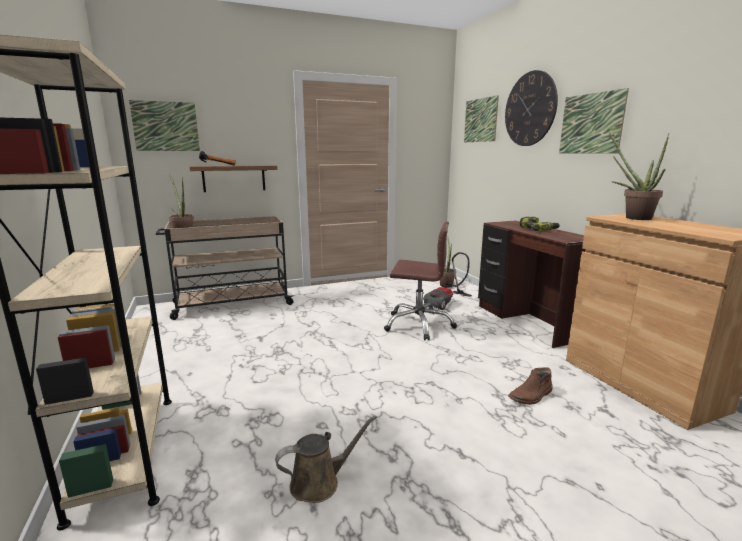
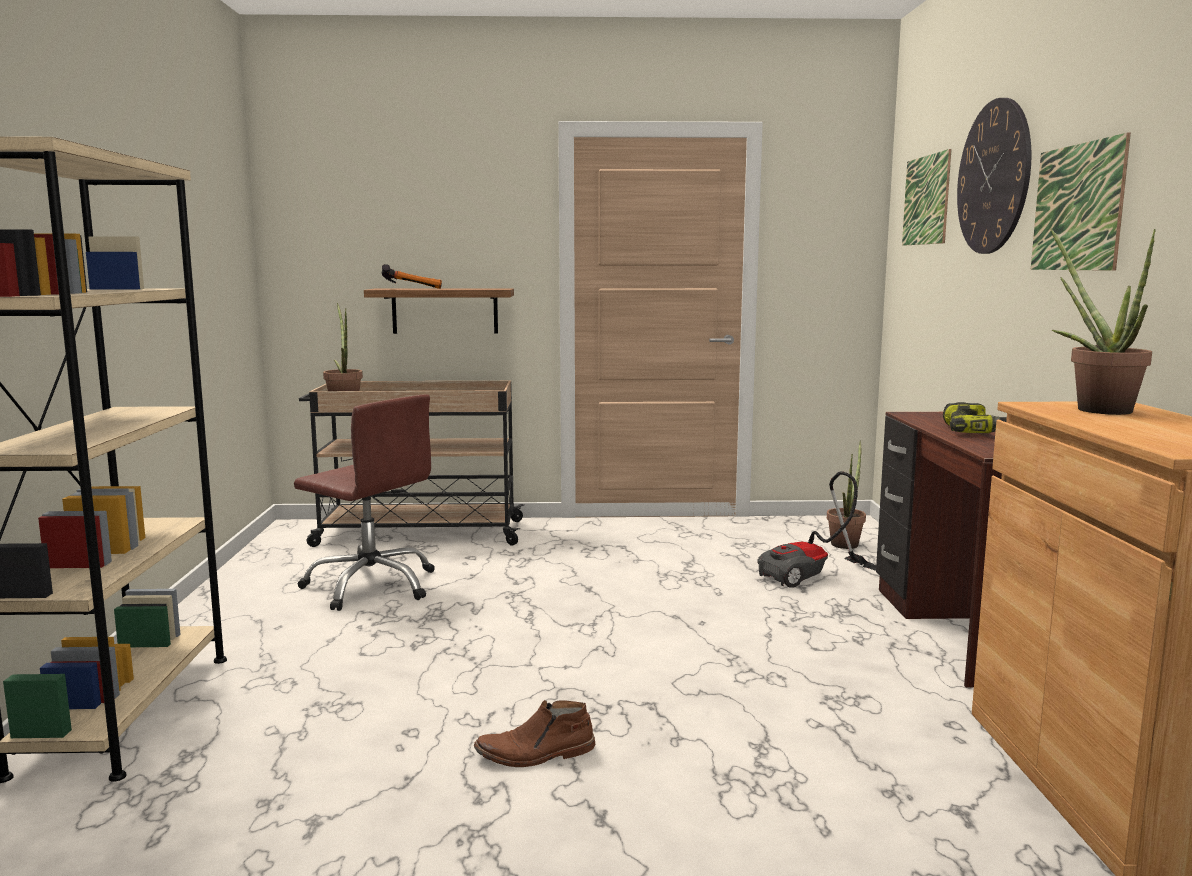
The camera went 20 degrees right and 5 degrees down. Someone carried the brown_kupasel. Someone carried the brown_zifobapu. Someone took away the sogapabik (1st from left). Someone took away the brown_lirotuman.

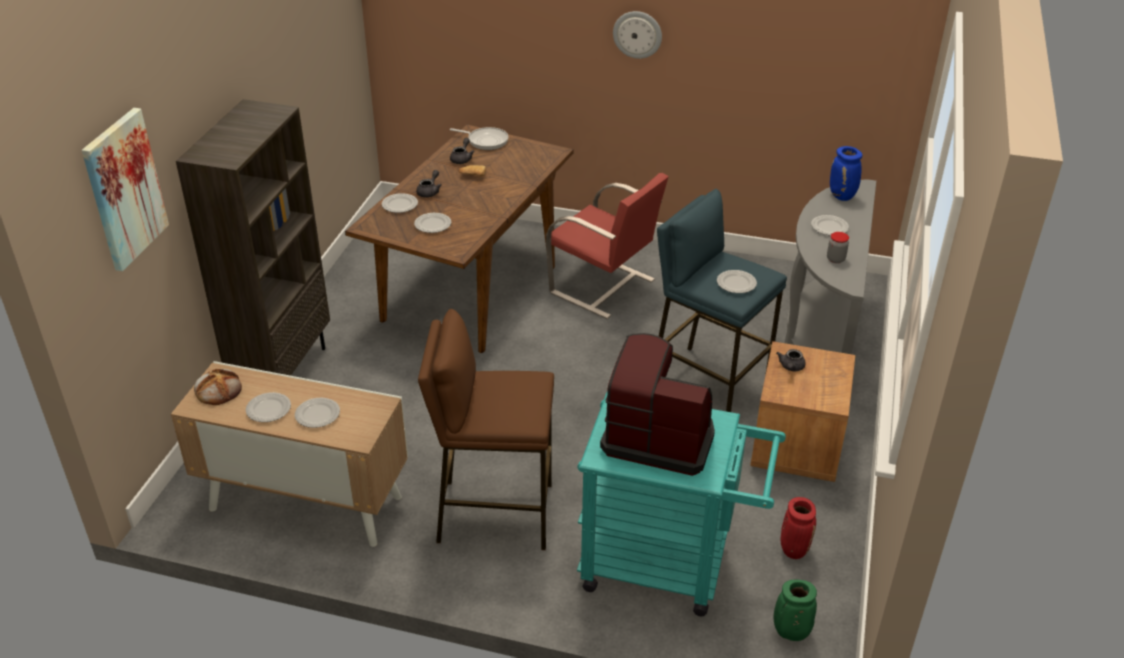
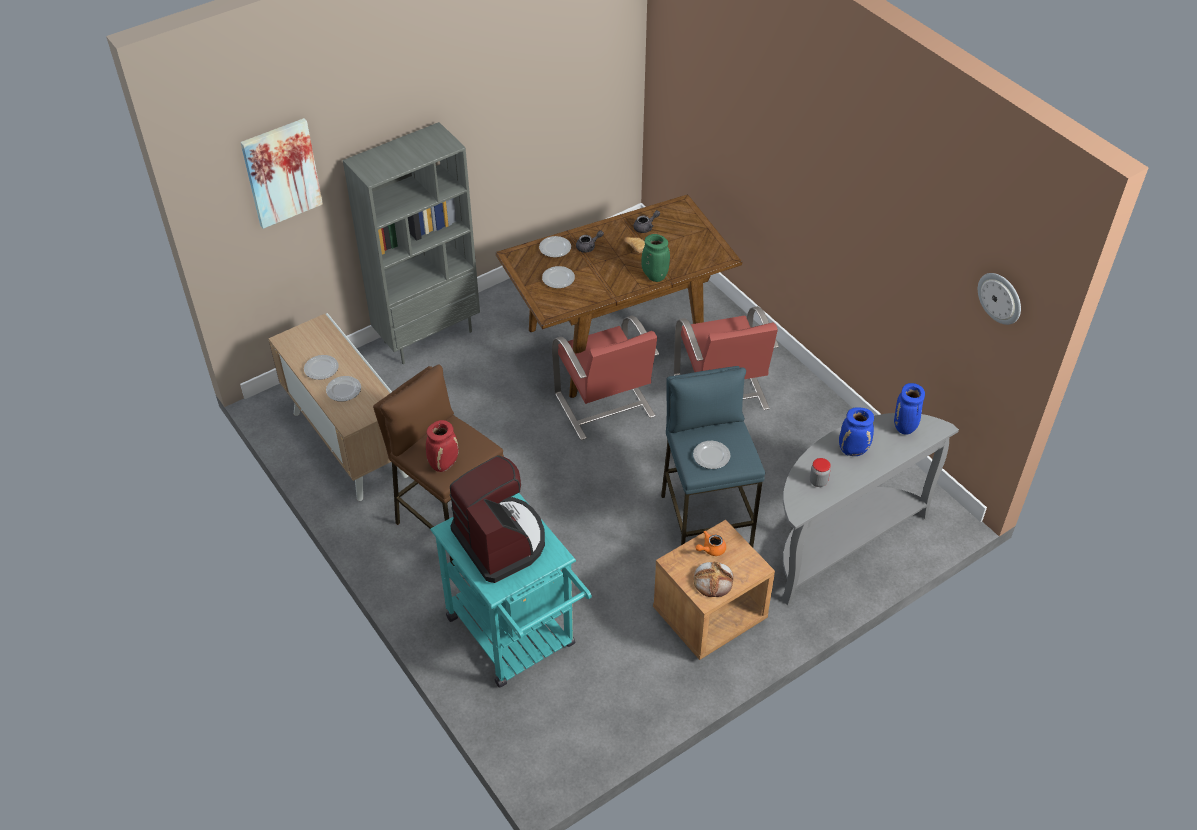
The camera went 40 degrees right and 10 degrees up. Someone repainted the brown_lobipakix, which became the grey_lobipakix. Someone carried the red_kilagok. Someone put down the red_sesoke (1st from left). Someone carried the green_kilagok. Someone carried the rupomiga (1st from left in the first image). Someone repainted the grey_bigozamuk (3rd from left), which became the orange_bigozamuk. Someone swapped the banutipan (6th from left) for the blue_kilagok (1st from left). Someone carried the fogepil. Someone took away the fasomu.

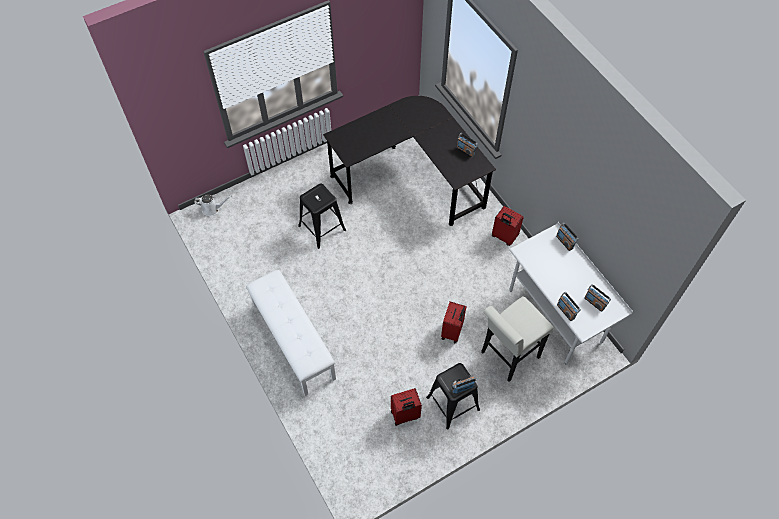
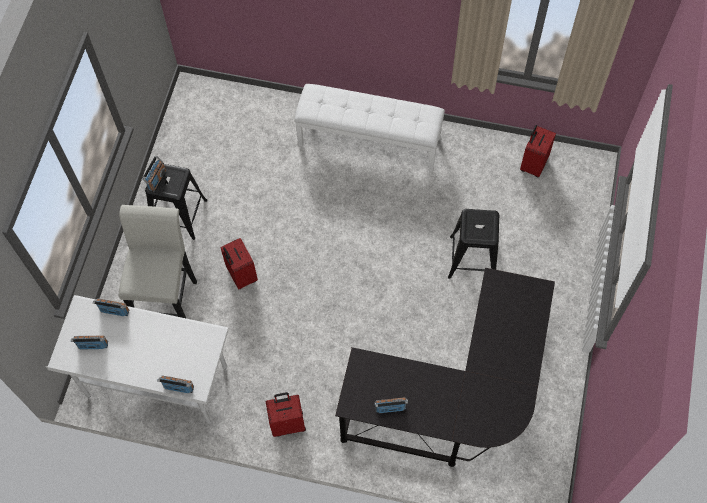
The camera went 135 degrees right and 5 degrees up. Someone carried the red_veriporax (1st from left in the first image). Someone took away the white_lirotuman.

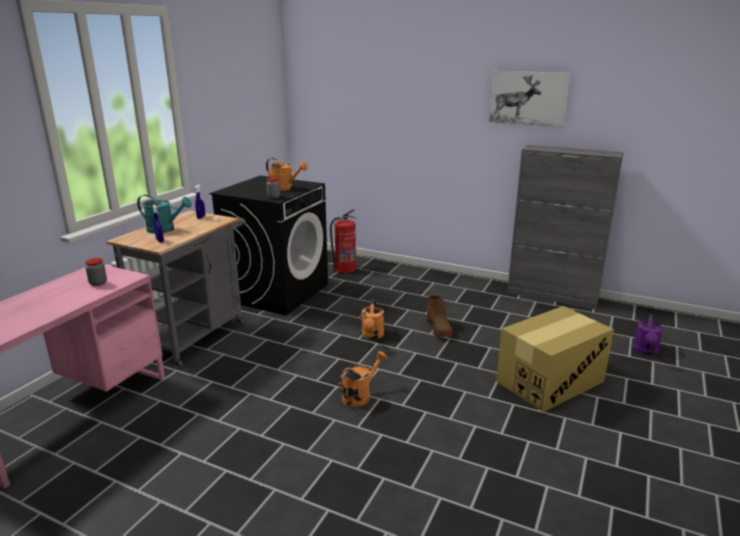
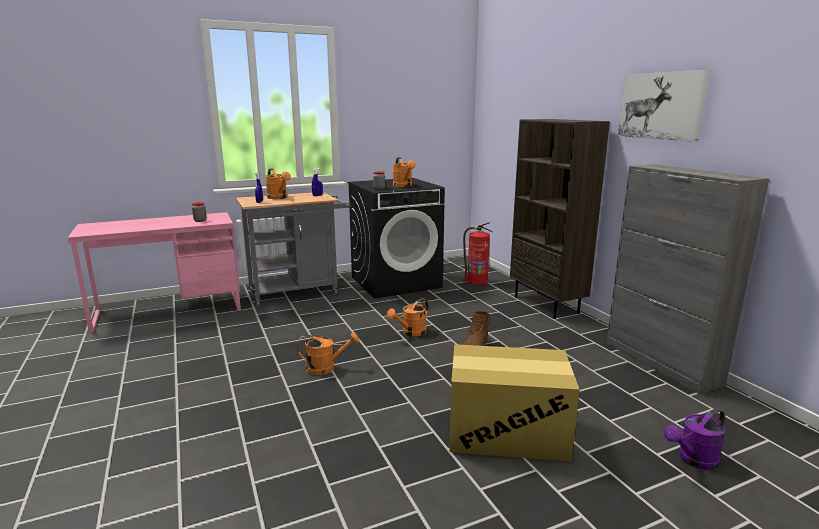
The camera went 40 degrees right and 5 degrees down. Someone repainted the turquoise_lirotuman, which became the orange_lirotuman (1st from left). Someone put down the brown_lobipakix.

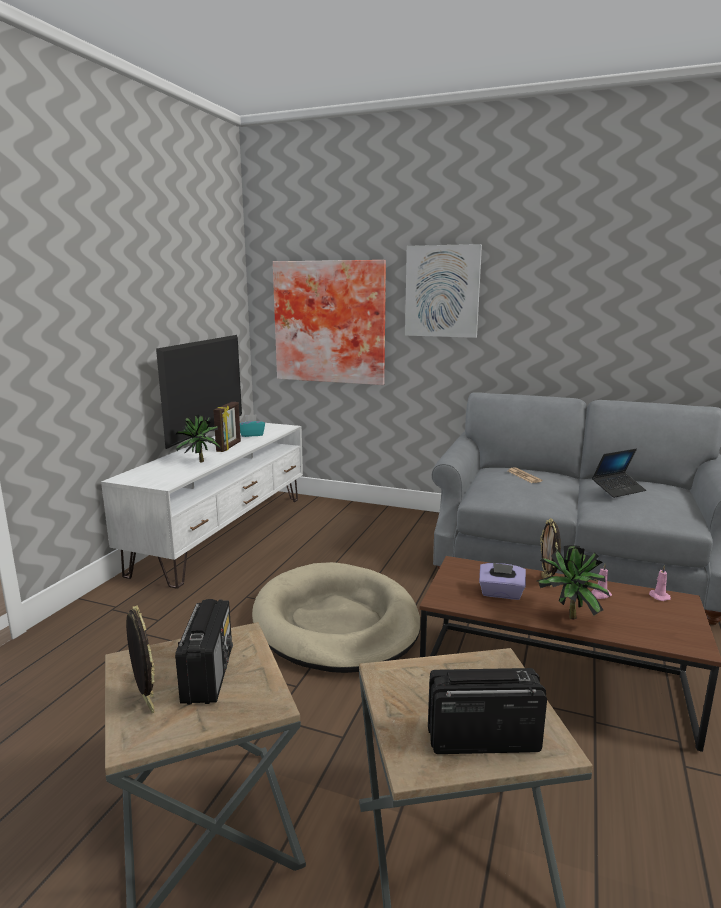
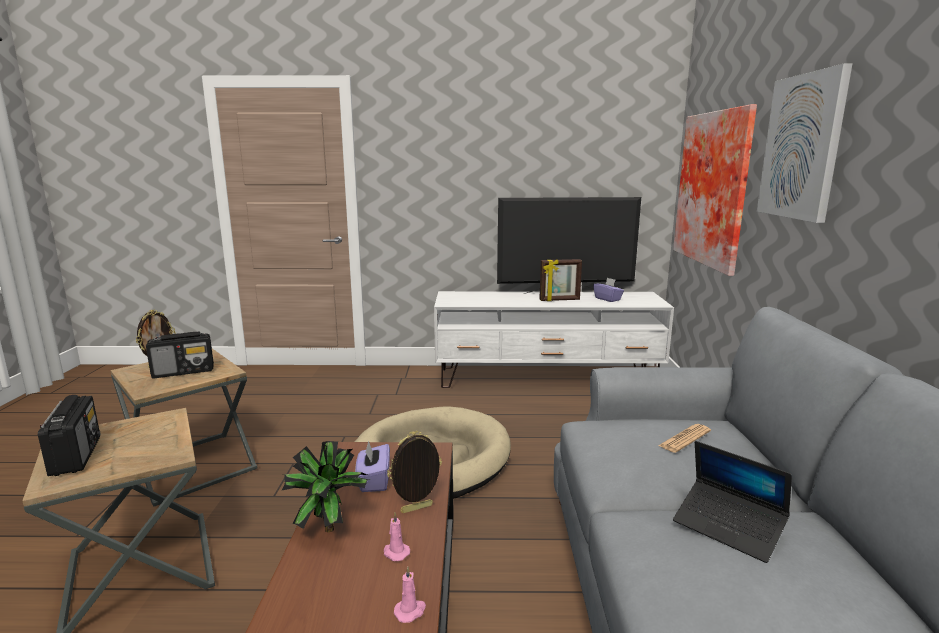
The camera went 70 degrees right and 0 degrees up. Someone repainted the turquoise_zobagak, which became the purple_zobagak (2nd from left). Someone took away the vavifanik (1st from left).

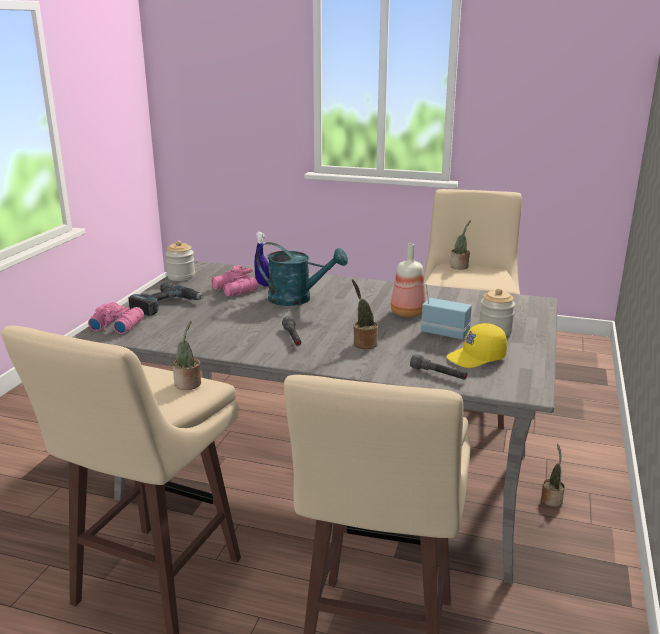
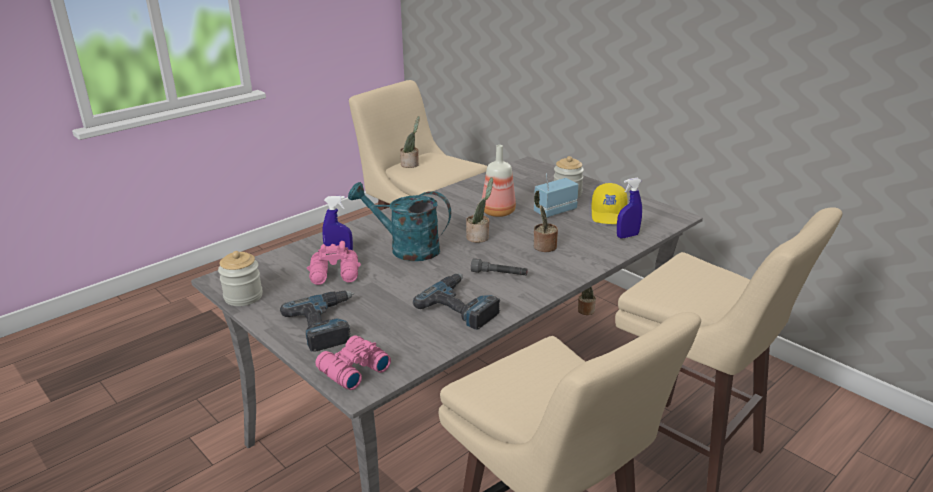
The camera went 60 degrees left and 5 degrees up. Someone rotated the turquoise_lirotuman by 120 degrees counterclockwise. Someone put down the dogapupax (2nd from left). Someone carried the vavifanik (1st from left in the first image). Someone swapped the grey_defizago (2nd from left) for the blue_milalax (2nd from left).

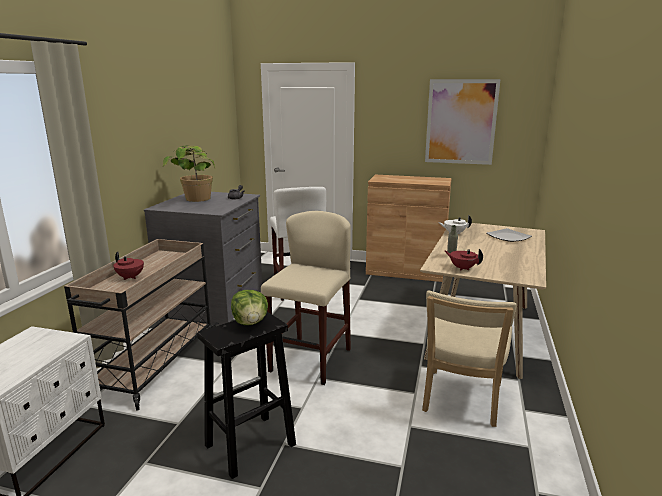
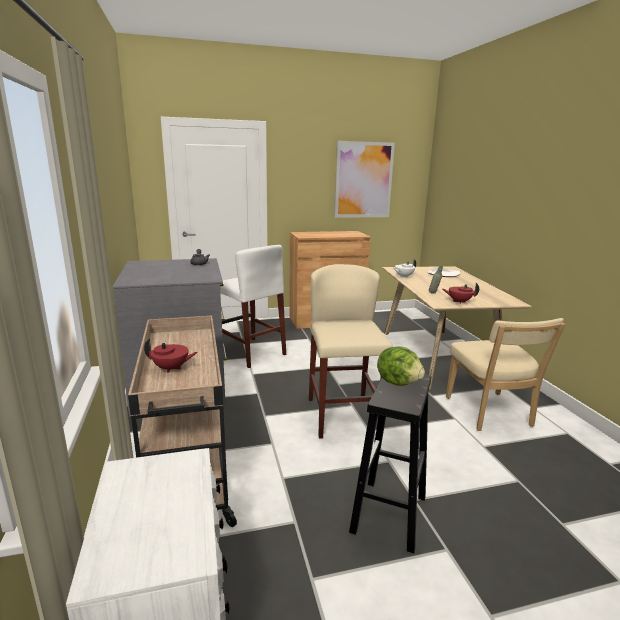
The camera went 30 degrees left and 0 degrees up. Someone took away the vavifanik.

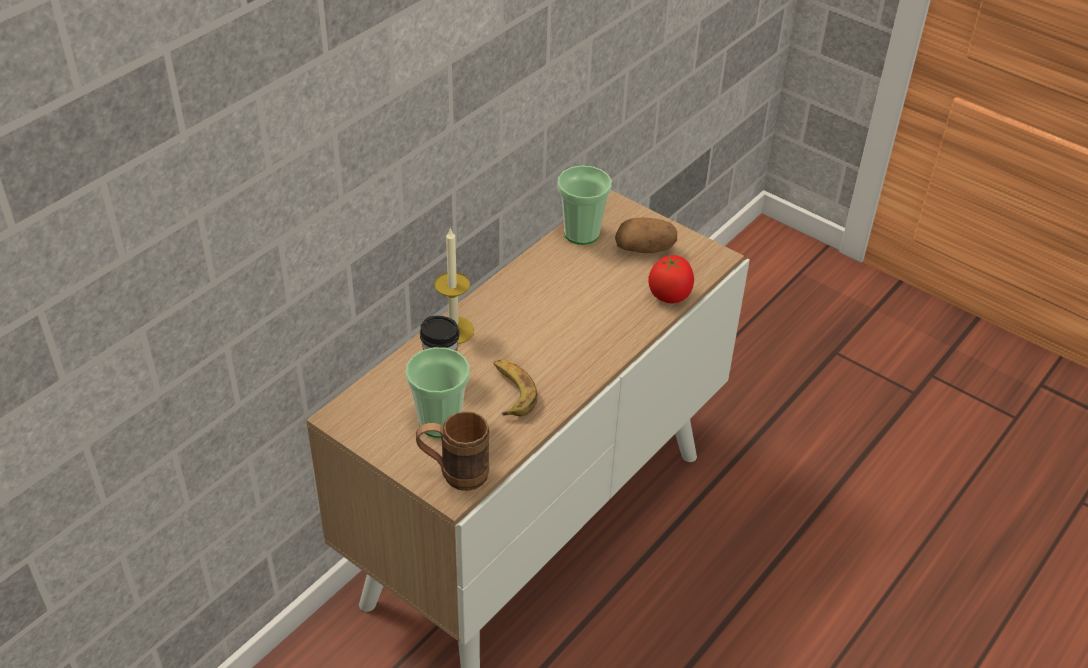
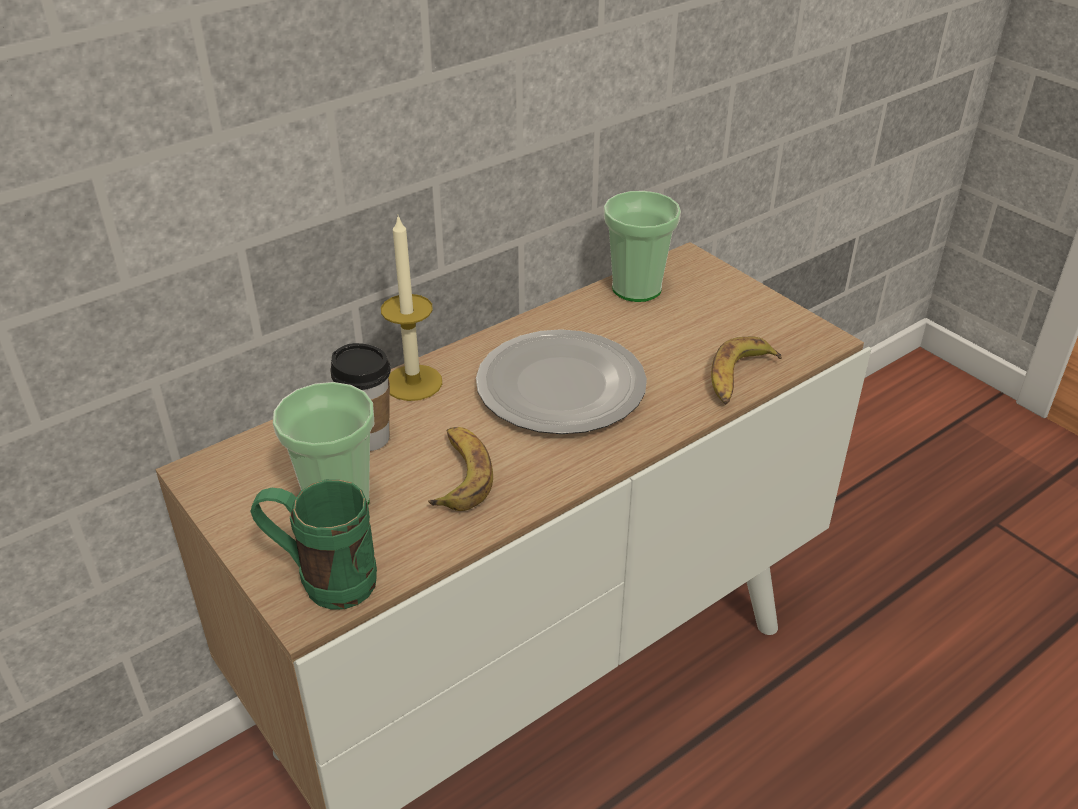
The camera went 15 degrees right and 5 degrees down. Someone repainted the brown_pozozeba, which became the green_pozozeba. Someone put down the banutipan. Someone swapped the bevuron for the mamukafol (2nd from left). Someone took away the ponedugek.

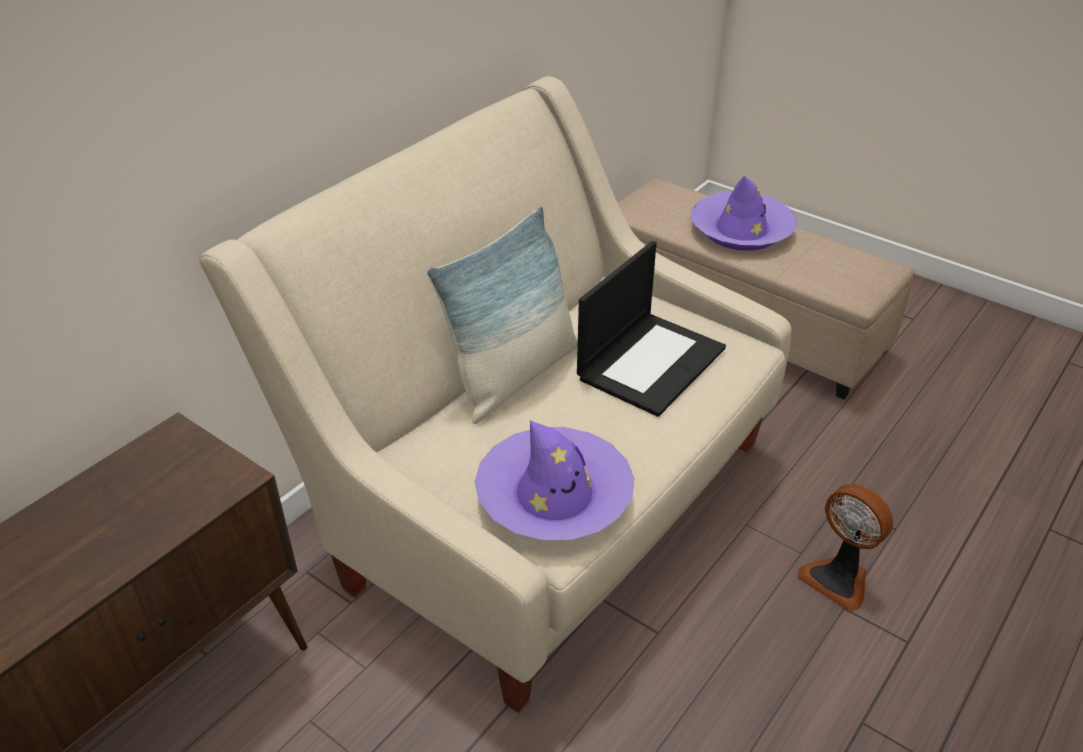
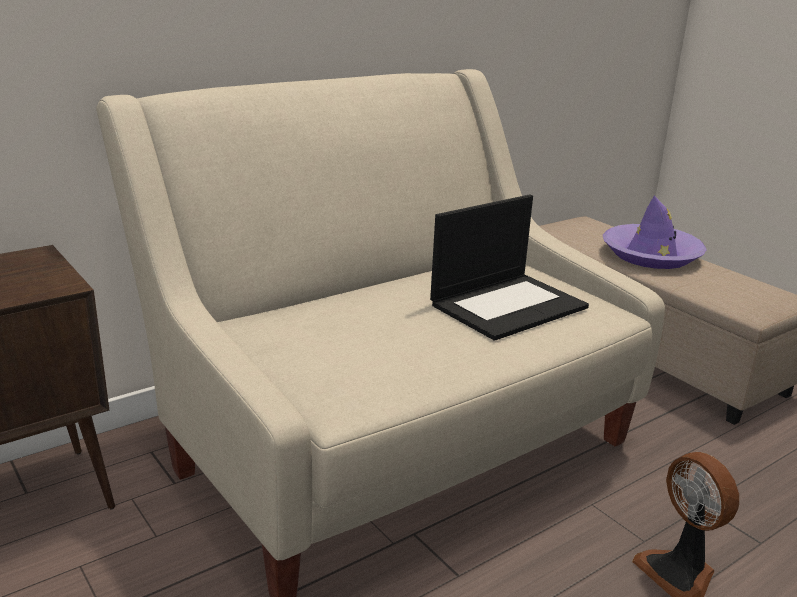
The camera went 15 degrees right and 15 degrees down. Someone took away the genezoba. Someone took away the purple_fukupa (1st from left).

